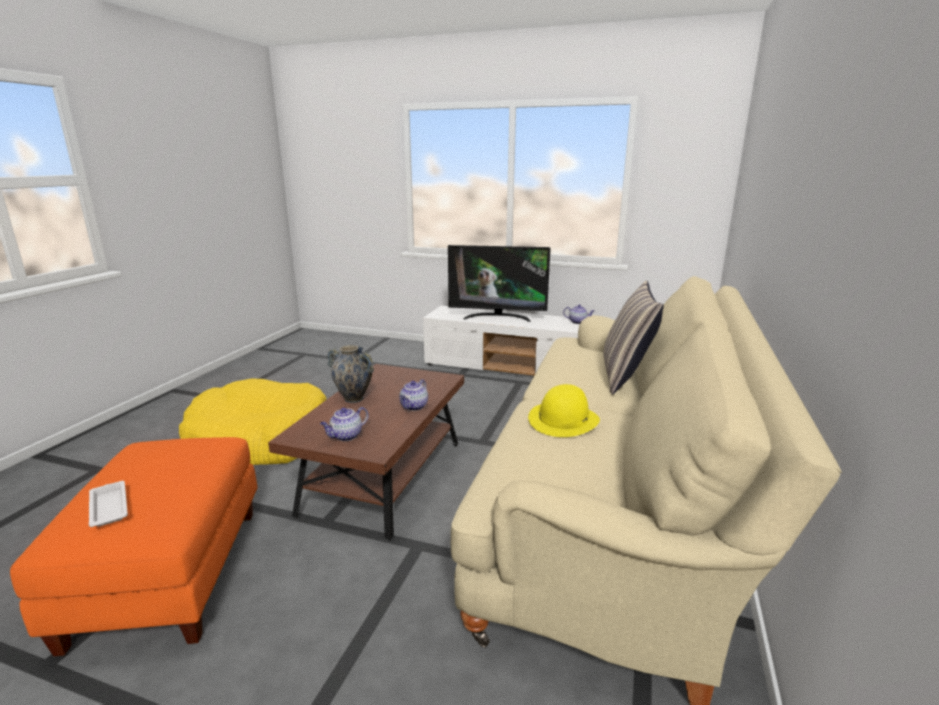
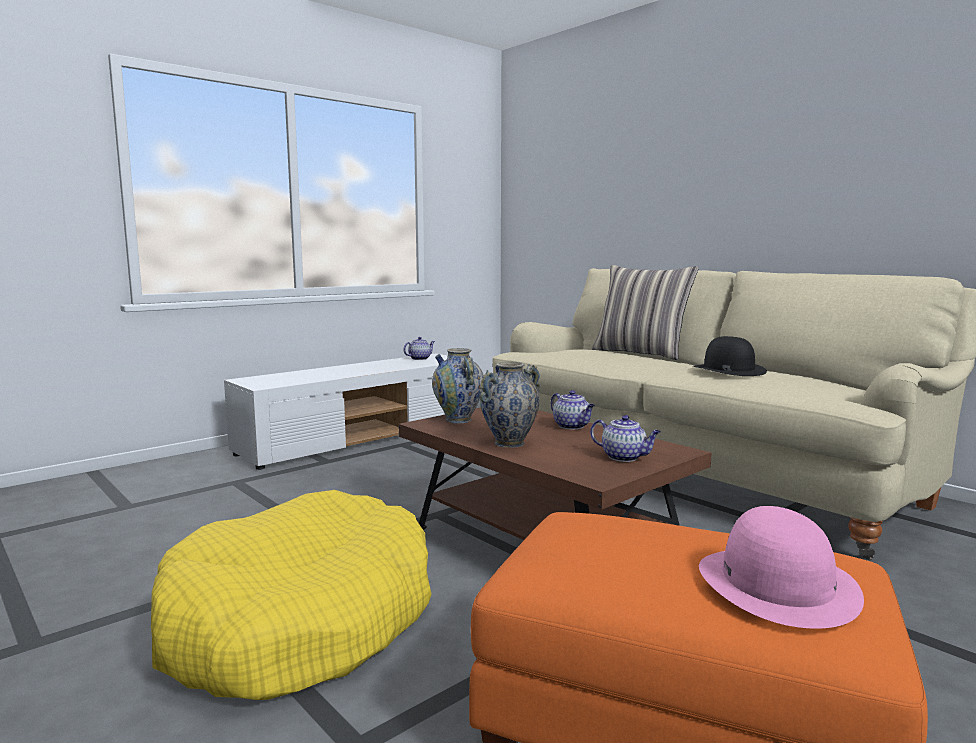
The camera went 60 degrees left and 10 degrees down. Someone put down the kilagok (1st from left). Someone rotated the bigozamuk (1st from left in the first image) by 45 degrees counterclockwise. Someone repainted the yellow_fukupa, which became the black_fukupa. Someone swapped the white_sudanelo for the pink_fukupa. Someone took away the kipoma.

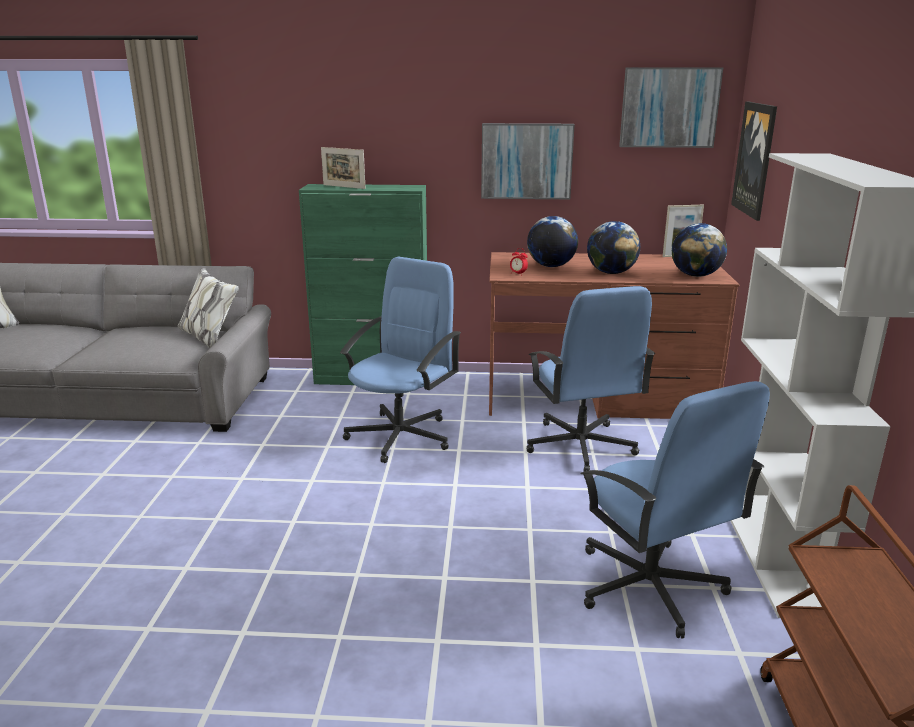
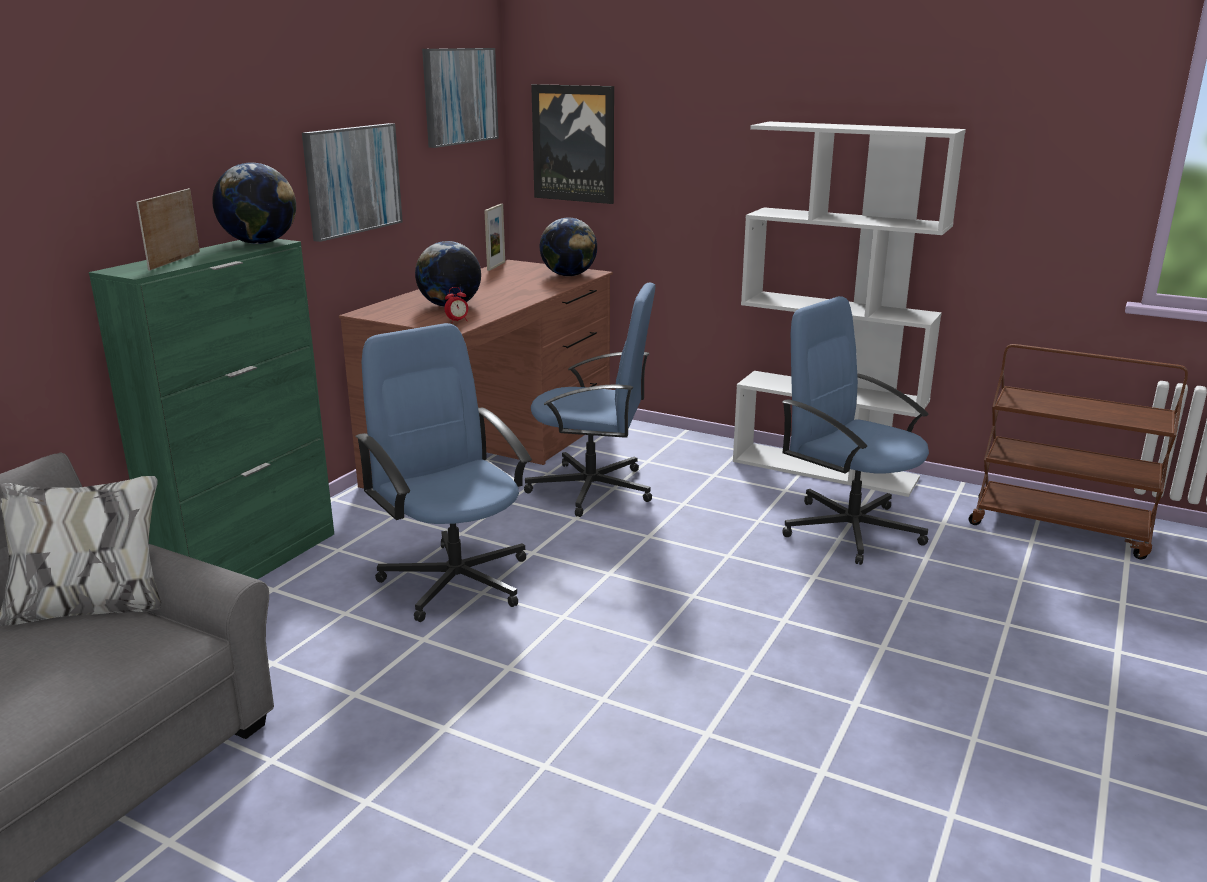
The camera went 65 degrees left and 0 degrees up. Someone rotated the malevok (1st from left) by 135 degrees clockwise. Someone carried the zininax (2nd from left in the first image). Someone rotated the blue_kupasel (3rd from left) by 135 degrees counterclockwise.

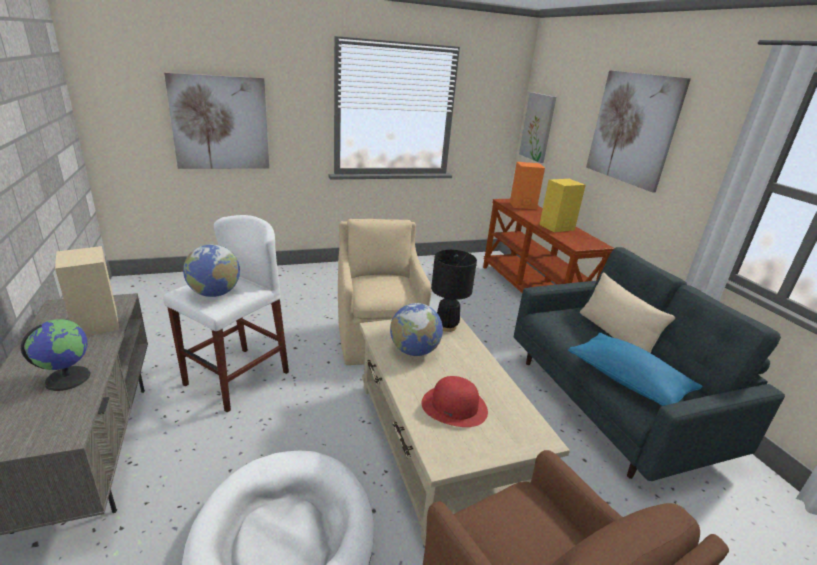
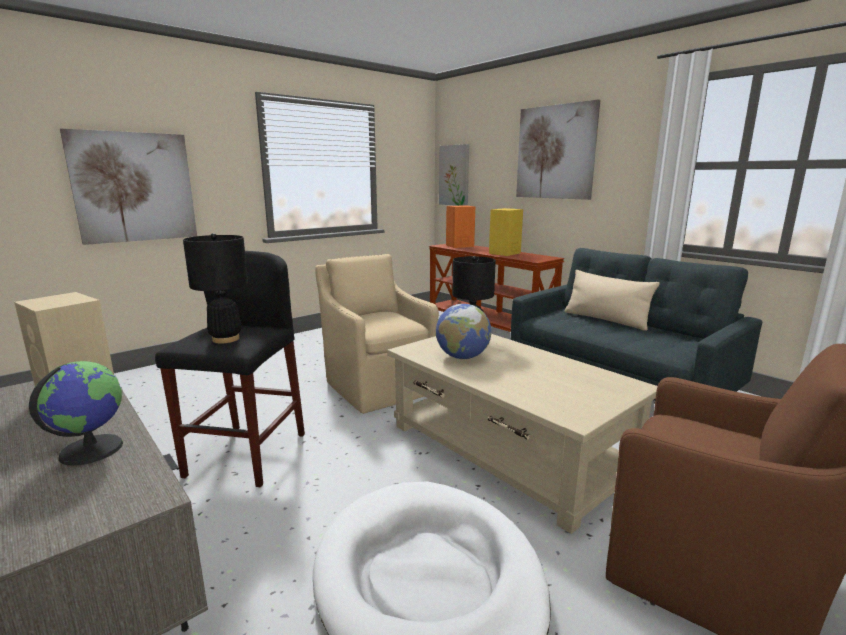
The camera went 20 degrees left and 10 degrees down. Someone repainted the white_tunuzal, which became the black_tunuzal. Someone swapped the zininax (2nd from left) for the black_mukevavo (1st from left). Someone took away the red_fukupa. Someone took away the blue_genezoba.

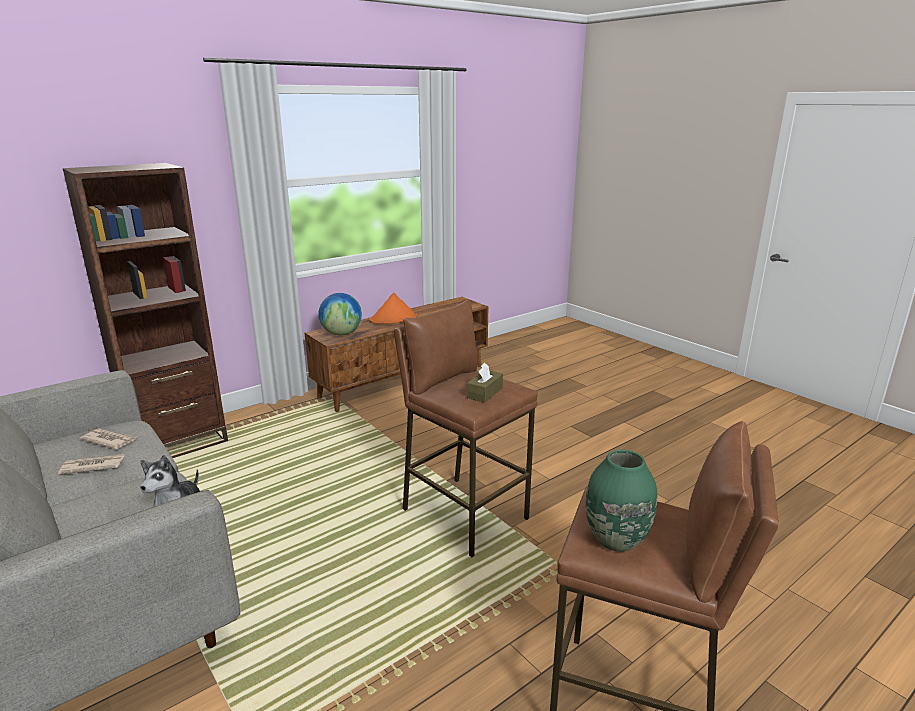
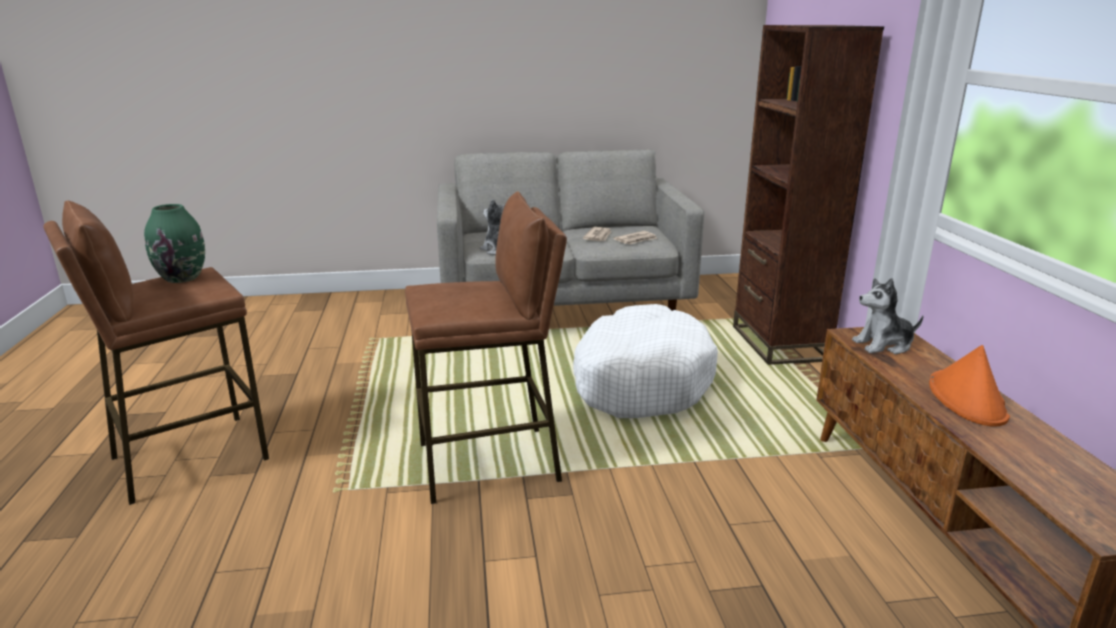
The camera went 120 degrees right and 0 degrees up. Someone put down the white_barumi. Someone swapped the zininax for the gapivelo (2nd from left). Someone took away the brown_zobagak.

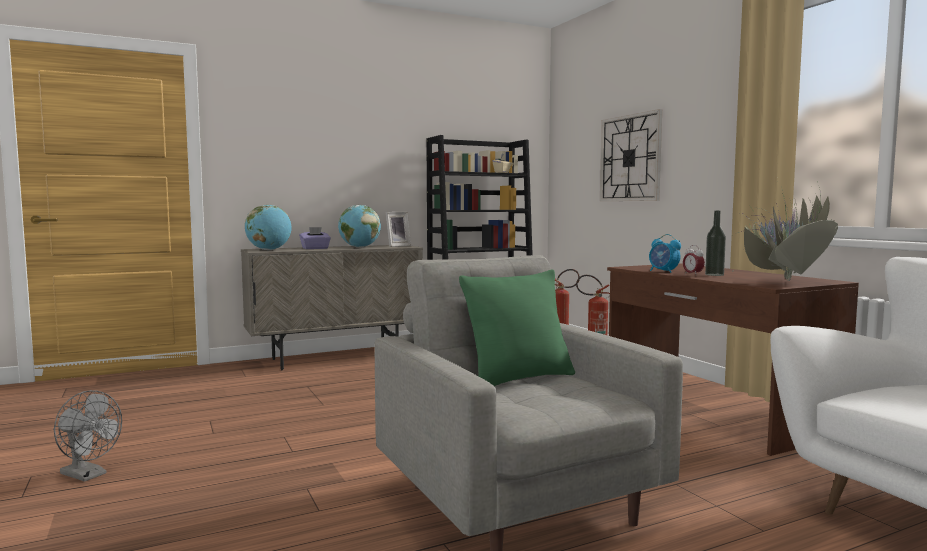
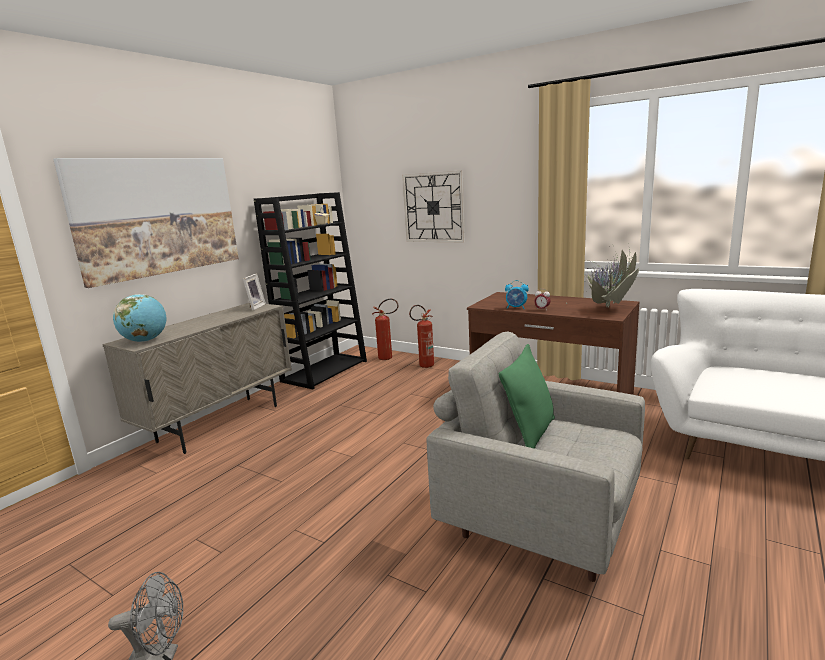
The camera went 30 degrees left and 10 degrees up. Someone put up the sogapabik. Someone took away the purple_zobagak. Someone took away the zininax (2nd from left). Someone took away the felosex.

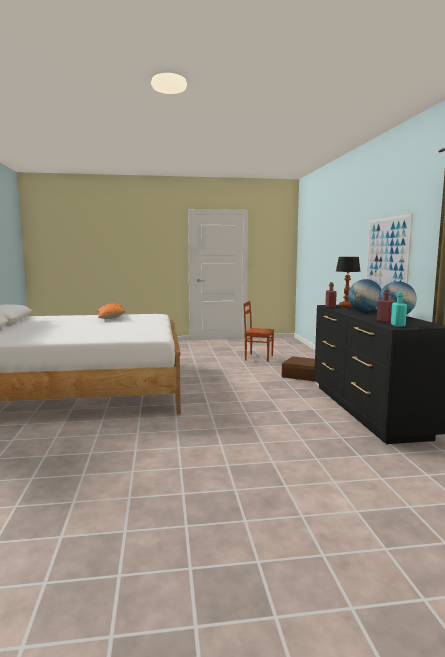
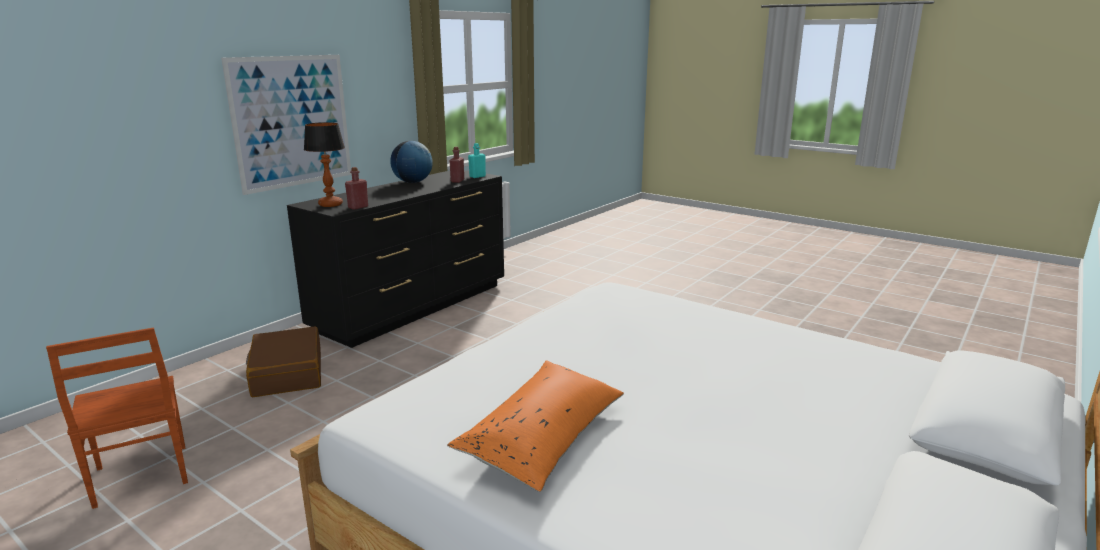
The camera went 135 degrees left and 10 degrees up. Someone took away the zininax (1st from left).

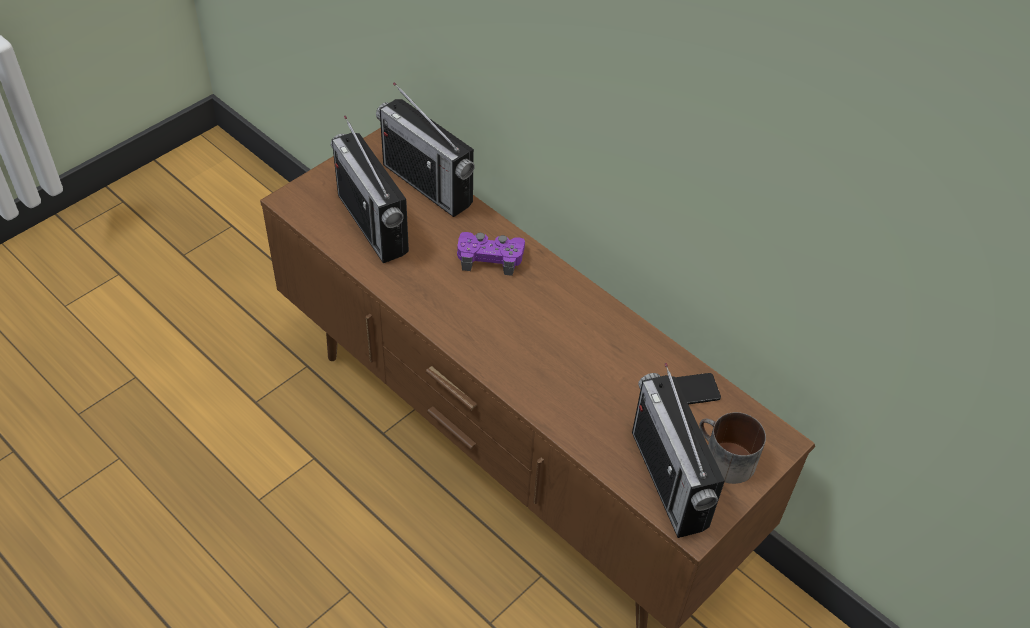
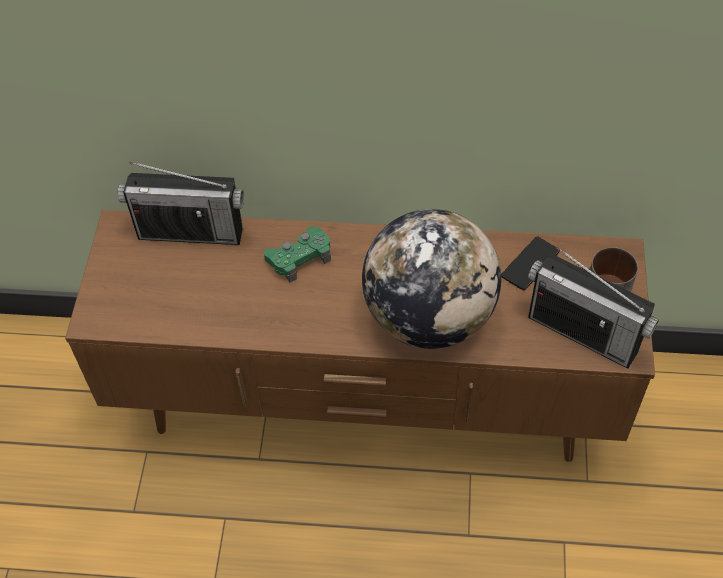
The camera went 35 degrees left and 5 degrees up. Someone repainted the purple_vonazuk, which became the green_vonazuk. Someone put down the zininax. Someone took away the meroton (1st from left).

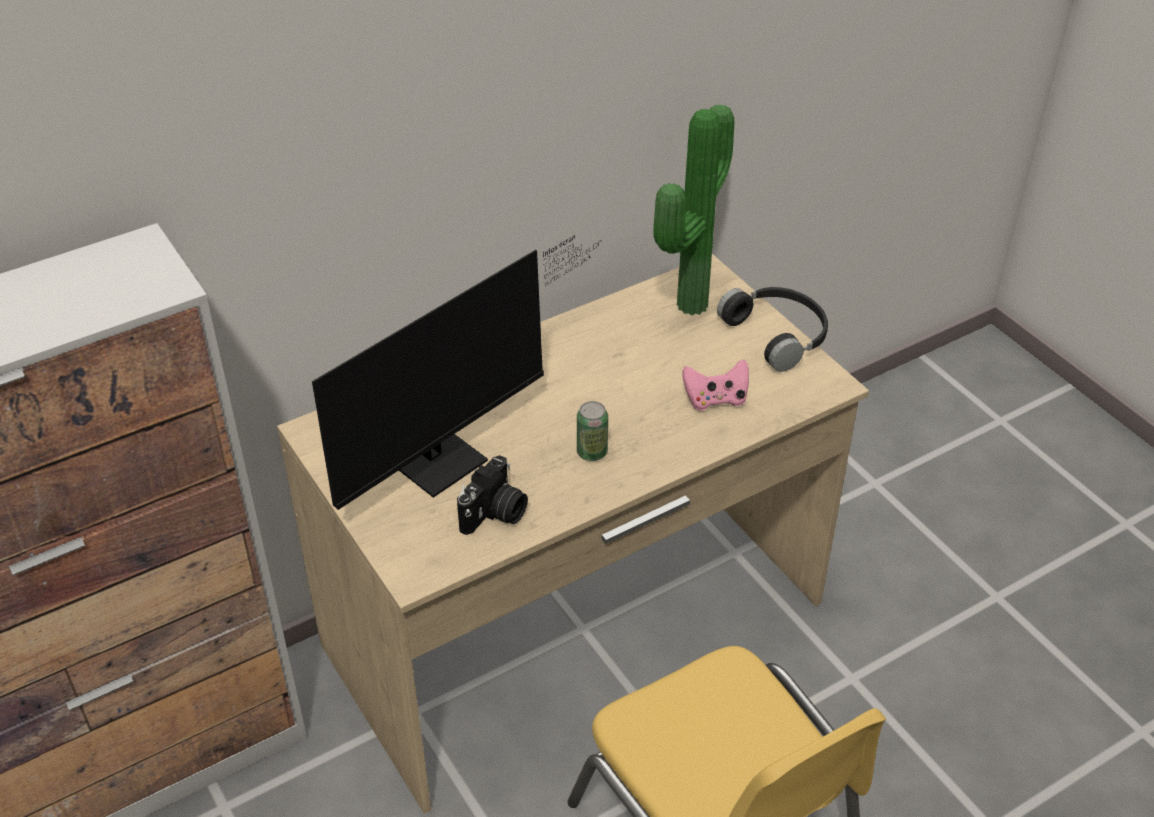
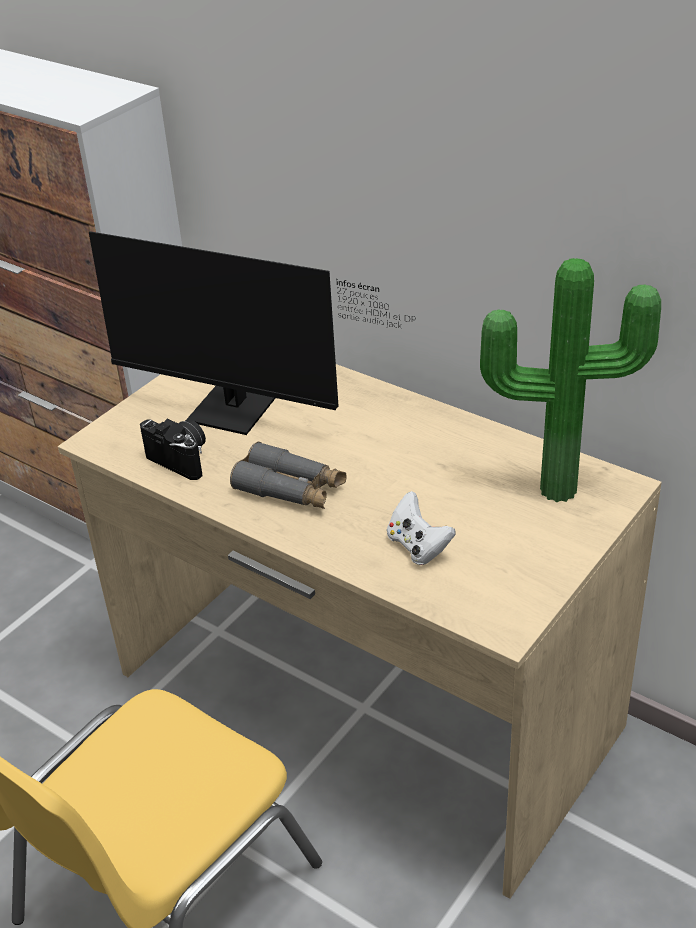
The camera went 70 degrees right and 5 degrees down. Someone rotated the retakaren by 150 degrees counterclockwise. Someone swapped the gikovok for the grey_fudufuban. Someone repainted the pink_vonazuk, which became the white_vonazuk. Someone took away the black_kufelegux.

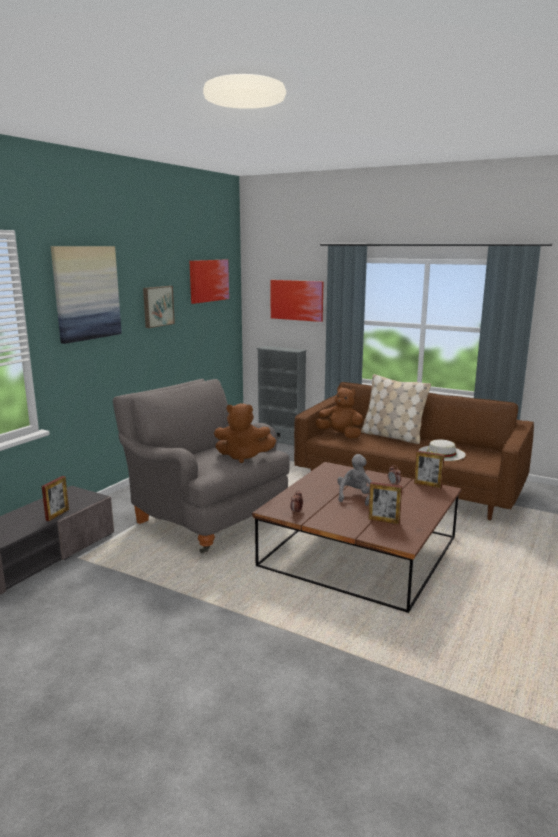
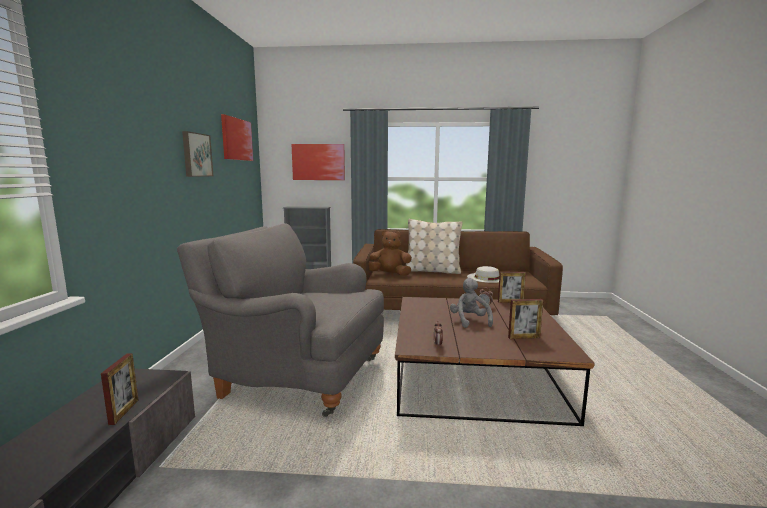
The camera went 25 degrees left and 5 degrees down. Someone took away the sogapabik (1st from left). Someone took away the brown_gapivelo (1st from left).

